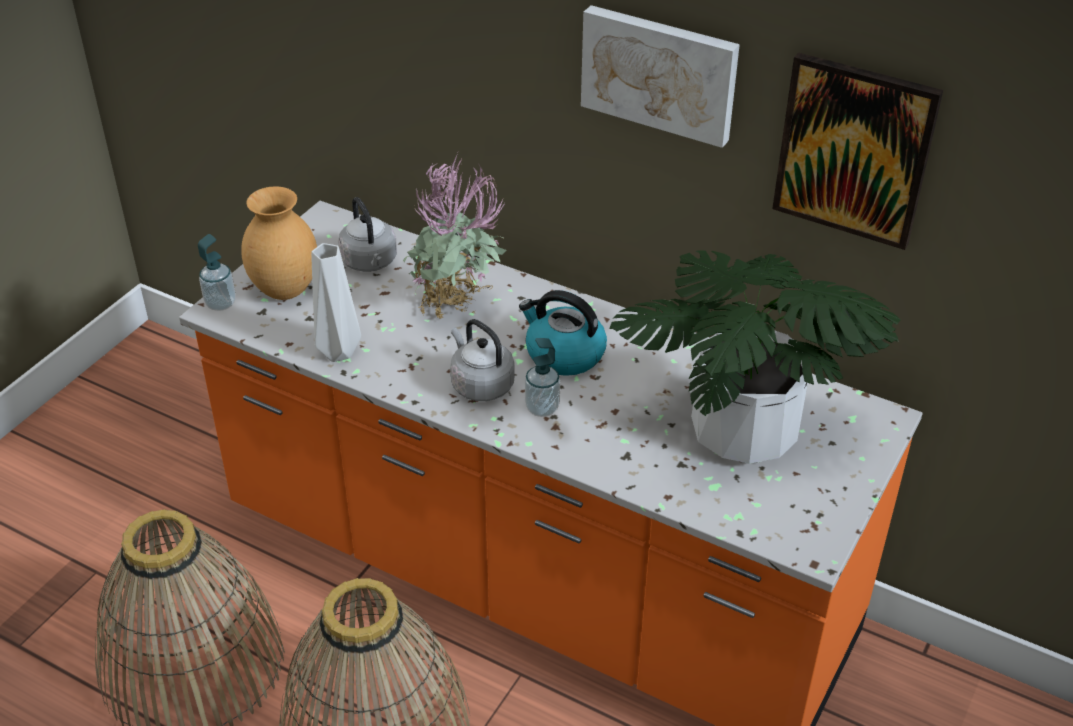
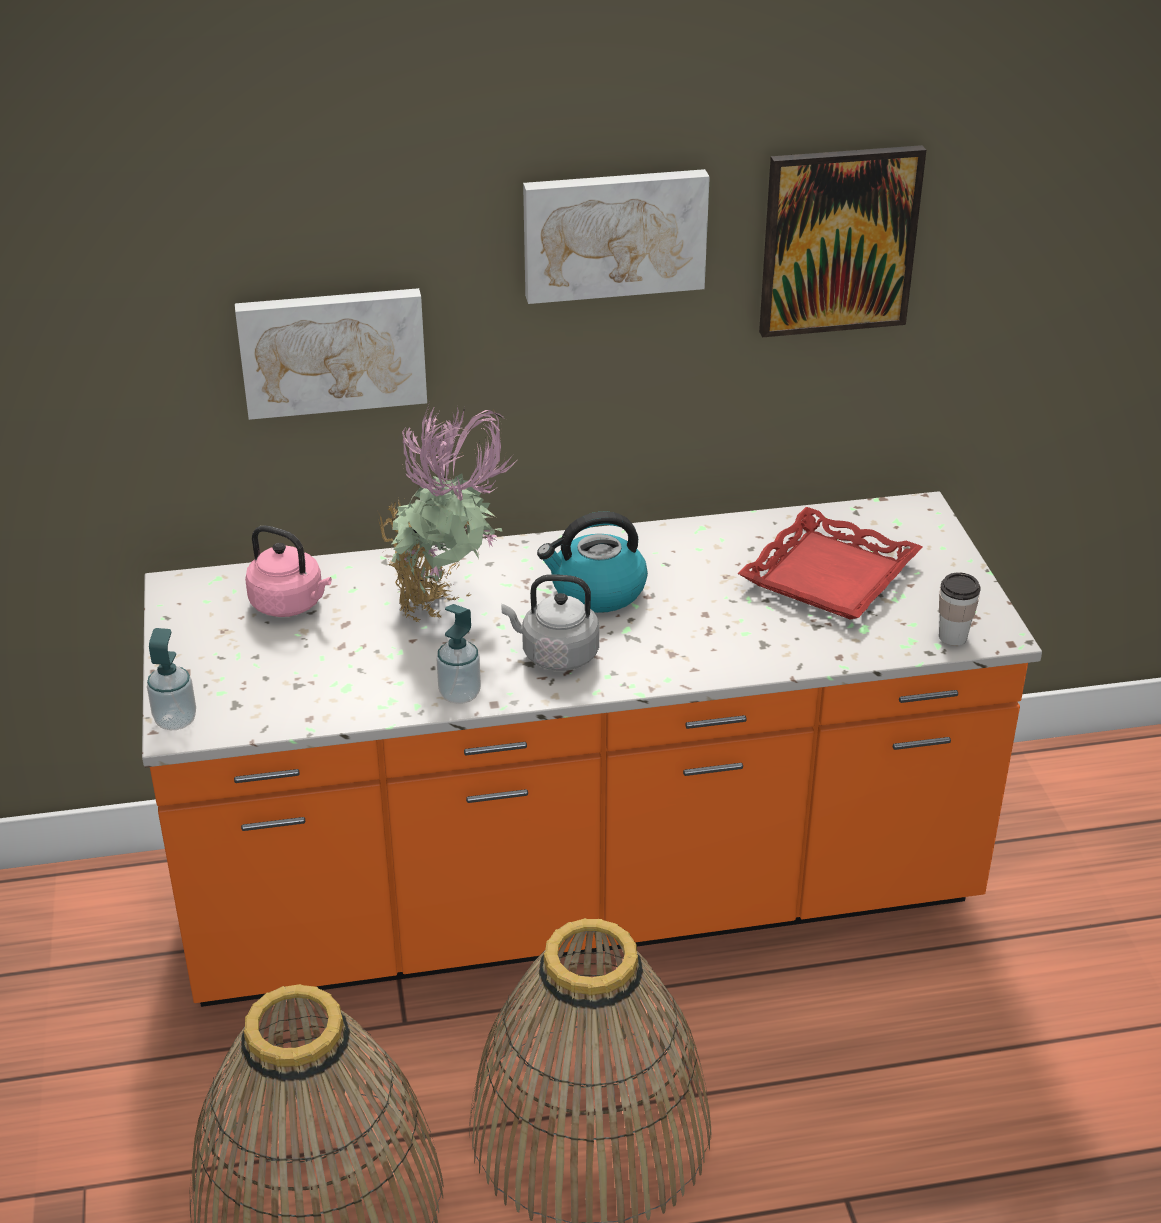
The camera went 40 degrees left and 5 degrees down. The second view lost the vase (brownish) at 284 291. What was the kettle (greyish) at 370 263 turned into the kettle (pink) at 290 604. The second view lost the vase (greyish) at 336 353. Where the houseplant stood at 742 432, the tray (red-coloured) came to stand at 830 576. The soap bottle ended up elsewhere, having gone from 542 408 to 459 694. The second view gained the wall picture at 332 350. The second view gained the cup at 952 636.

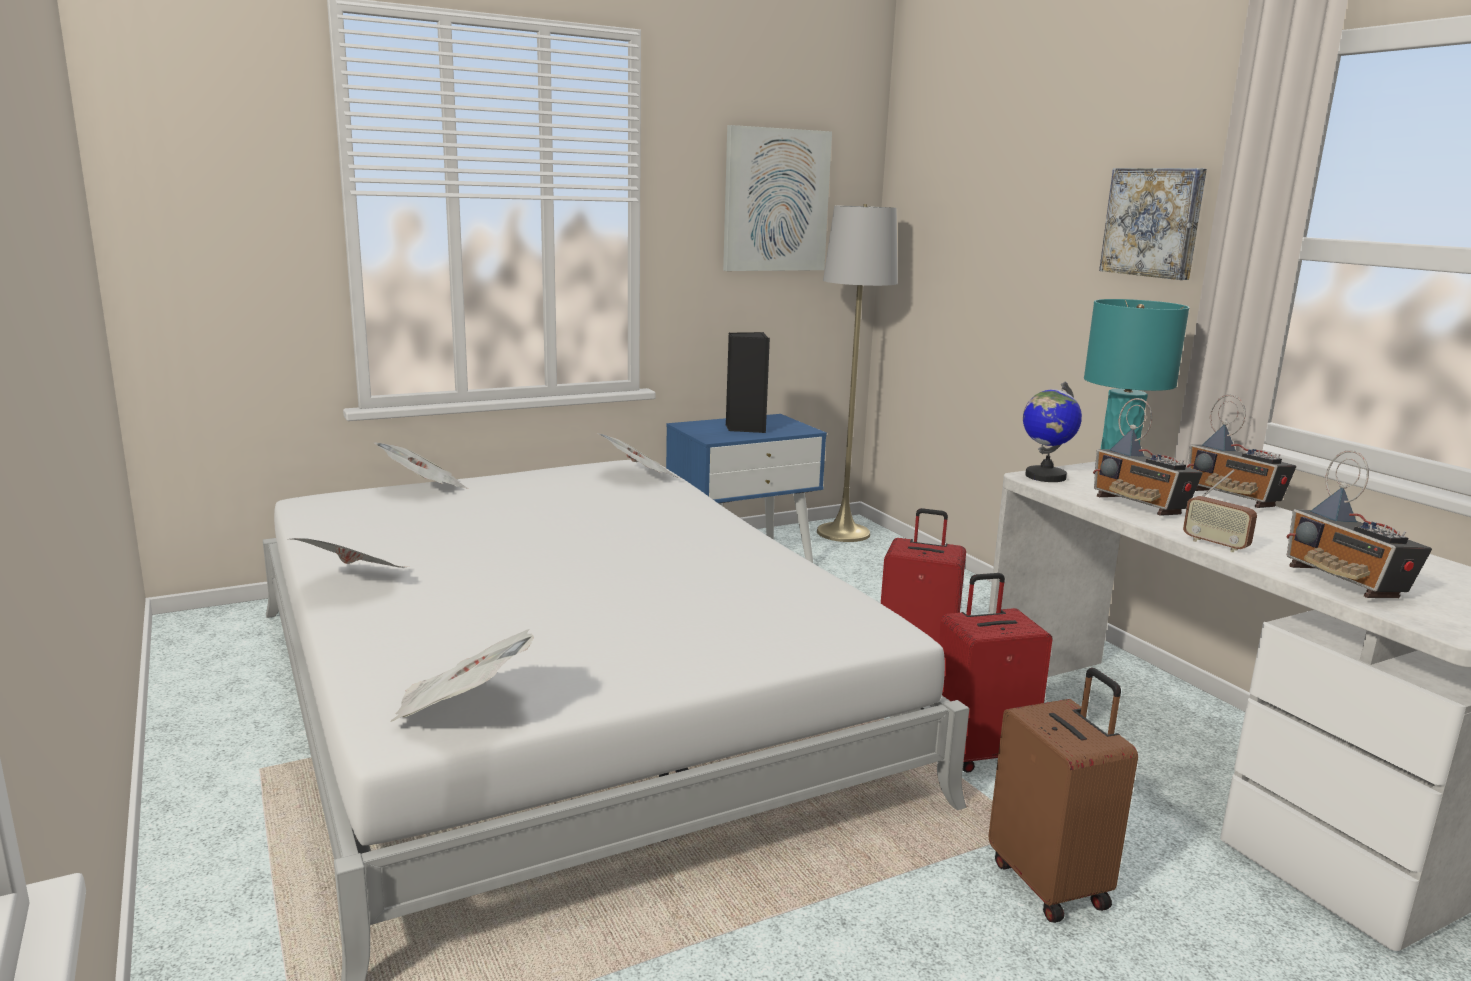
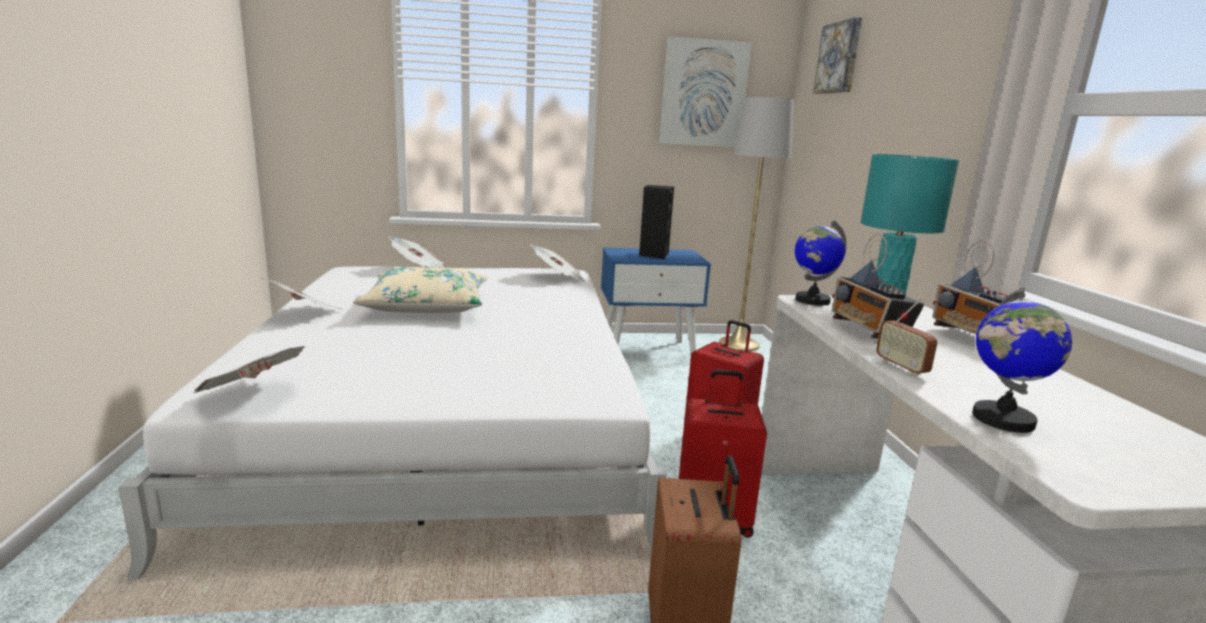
The camera went 20 degrees right and 0 degrees up. The wall picture ended up elsewhere, having gone from 1154 222 to 840 58. Where the radio set stood at 1345 584, the desk globe came to stand at 1002 420. The second view gained the pillow (beige) at 427 306.

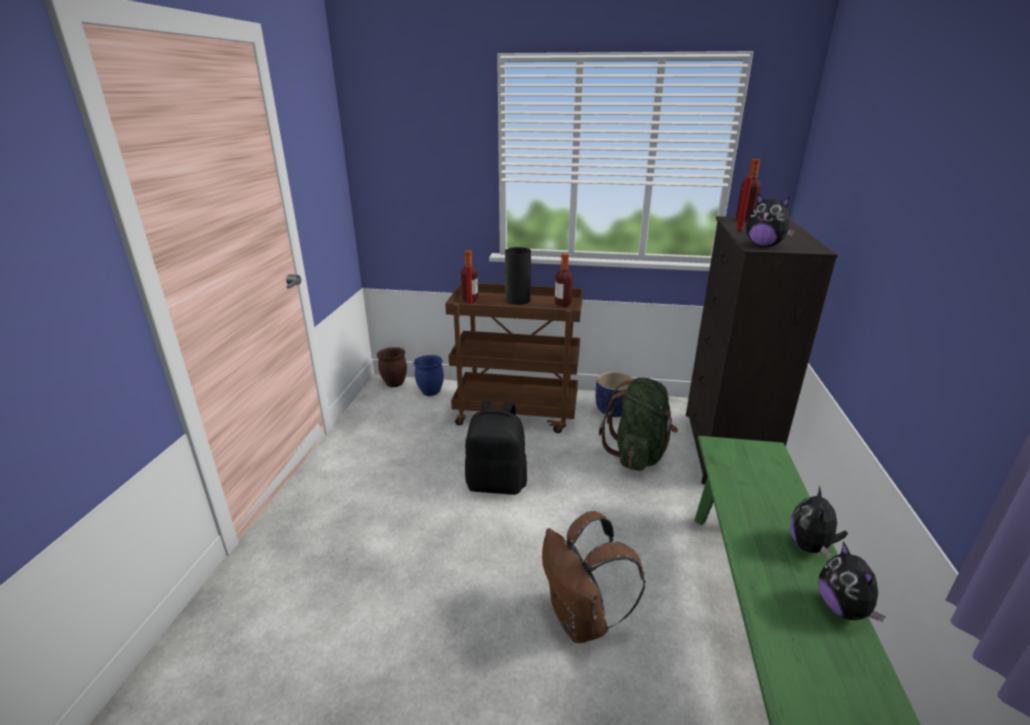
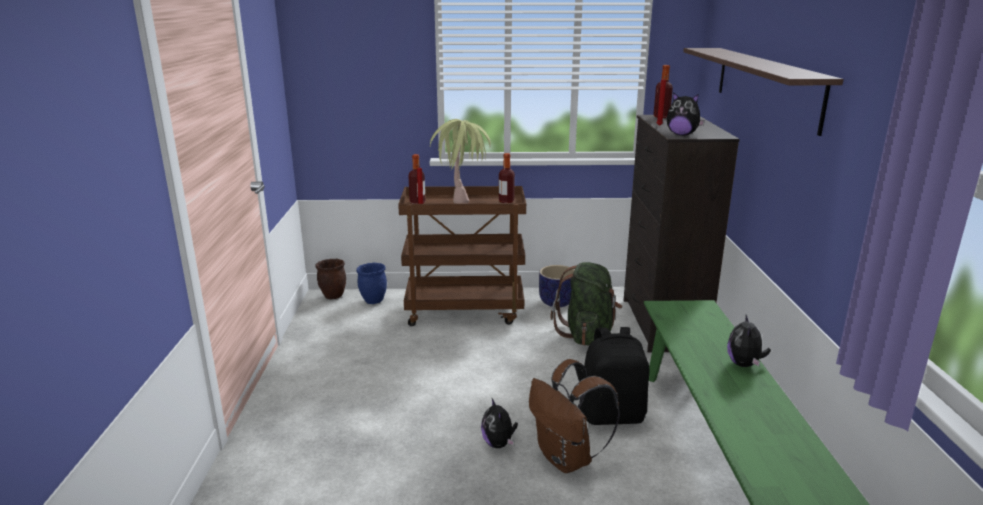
The camera went 10 degrees left and 5 degrees down. Where the vase stood at 517 300, the houseplant came to stand at 462 199. The knapsack (black-coloured) ended up elsewhere, having gone from 497 483 to 612 415. The plush toy ended up elsewhere, having gone from 843 608 to 499 444. The second view gained the bracket shelf at 765 85.

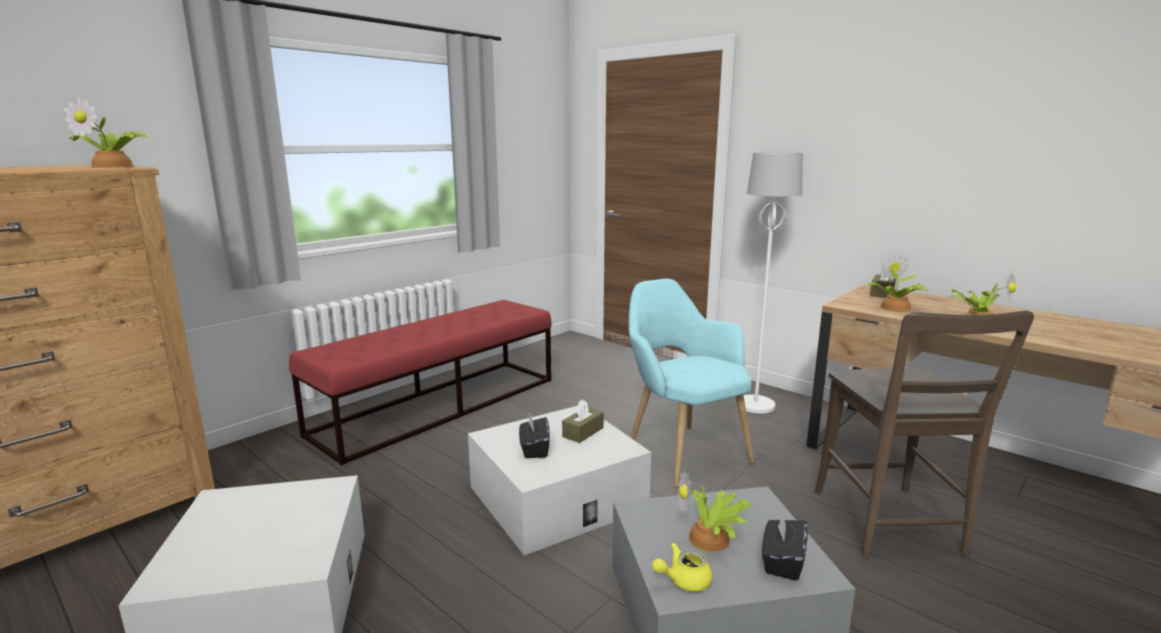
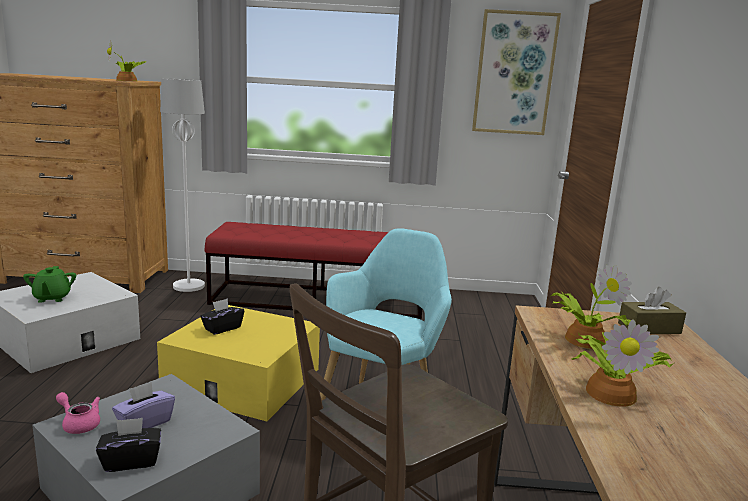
The camera went 50 degrees right and 0 degrees up. The standing lamp (white-coloured) ended up elsewhere, having gone from 755 405 to 188 286. The second view lost the tissue box (brownish) at 583 432. What was the storage container (white-coloured) at 557 497 turned into the storage container (yellowish) at 243 380. Where the houseplant stood at 711 539, the tissue box (purplish) came to stand at 144 423. What was the pot for tea (yellowish) at 683 580 turned into the pot for tea (pink) at 79 424. The second view gained the wall picture at 514 73. The second view gained the pot for tea (green) at 52 298.

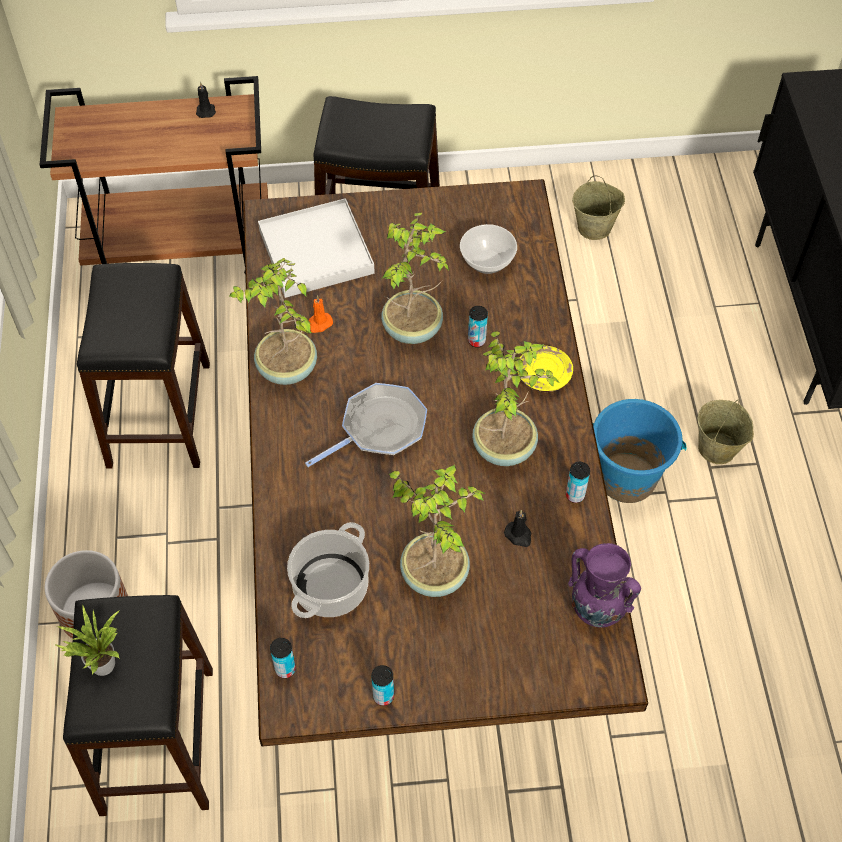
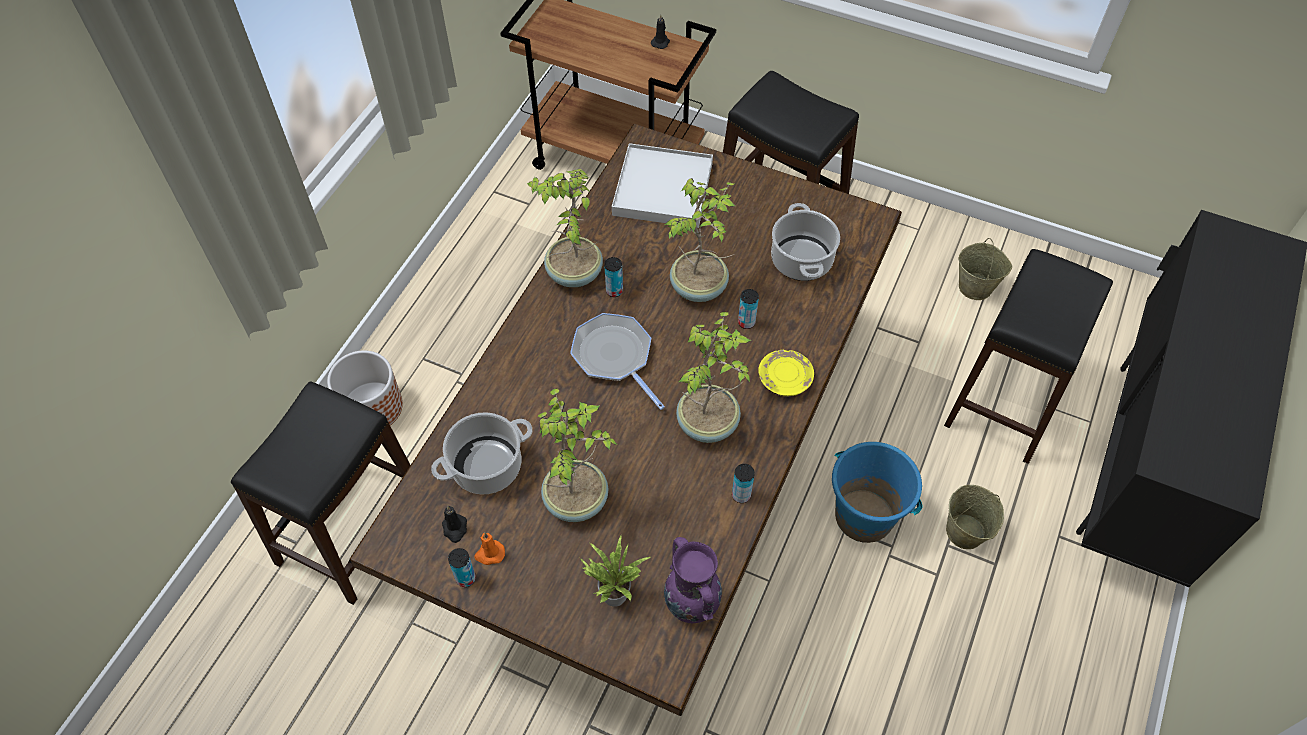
The camera went 30 degrees right and 0 degrees up. Where the deep dish stood at 486 261, the saucepot came to stand at 801 259. The sitting stool (black-coloured) ended up elsewhere, having gone from 158 415 to 1005 399. The wax candle (orangey) ended up elsewhere, having gone from 319 324 to 489 554. The frying pan at 379 428 ended up facing another way, 120 degrees counterclockwise from before. The wax candle (black-coloured) ended up elsewhere, having gone from 519 535 to 455 529. The houseplant ended up elsewhere, having gone from 100 662 to 613 592. The metal can ended up elsewhere, having gone from 285 669 to 614 291.

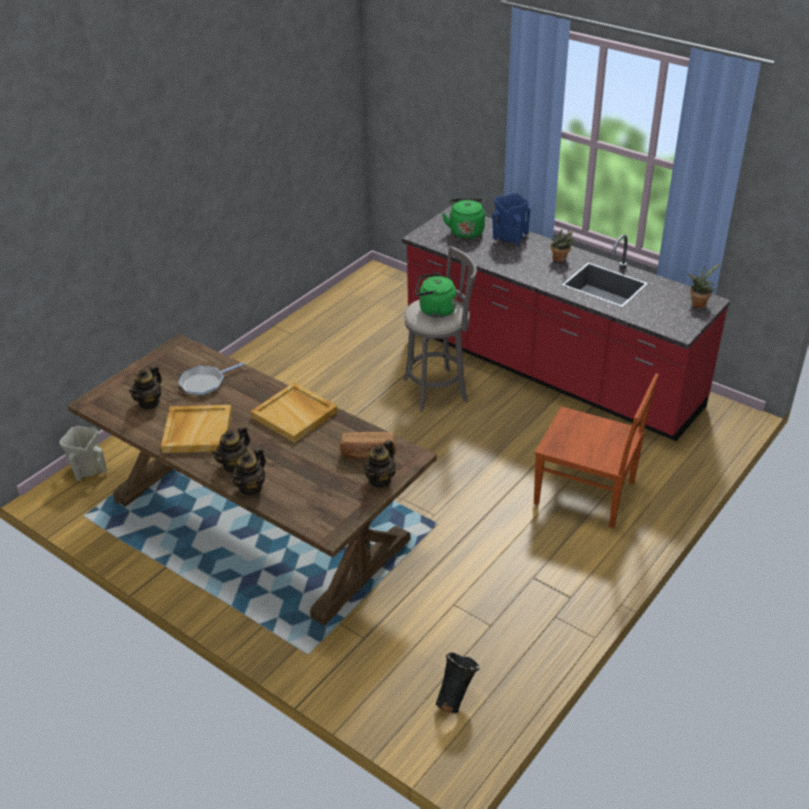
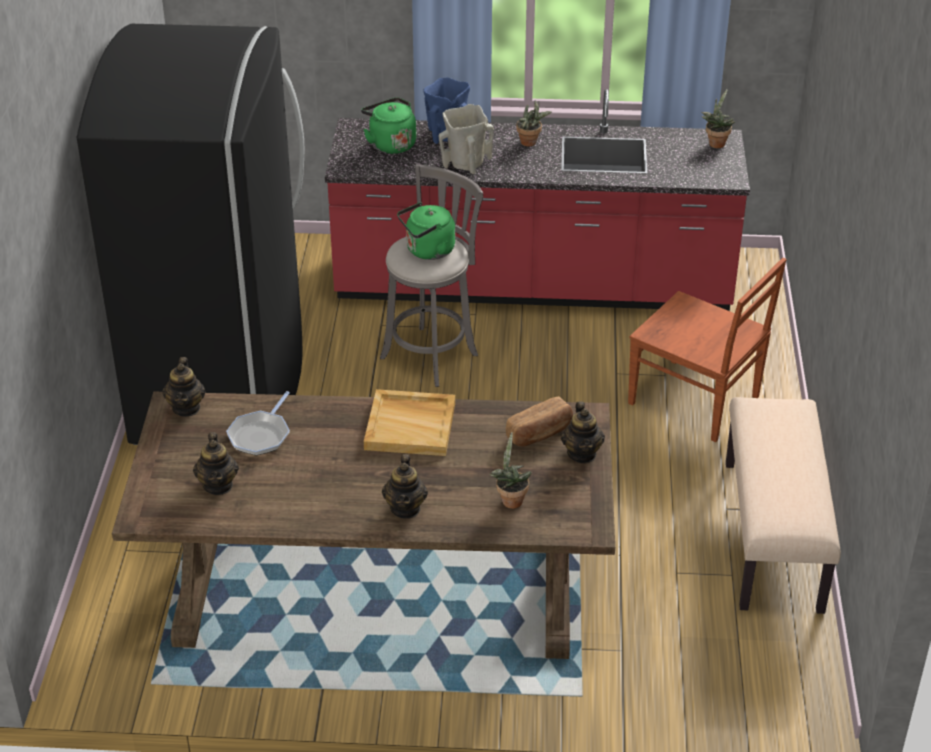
The camera went 35 degrees left and 0 degrees up. The chair (brownish) at 587 494 ended up facing another way, 45 degrees clockwise from before. The second view lost the tray (beige) at 197 431. The vase (beige) ended up elsewhere, having gone from 88 470 to 465 164. The pot for tea ended up elsewhere, having gone from 251 487 to 186 408. The second view lost the vase (black-coloured) at 456 698. The second view gained the kitchen fridge (black-coloured) at 222 382. The second view gained the long seat (beige) at 774 536. The second view gained the houseplant at 510 499.

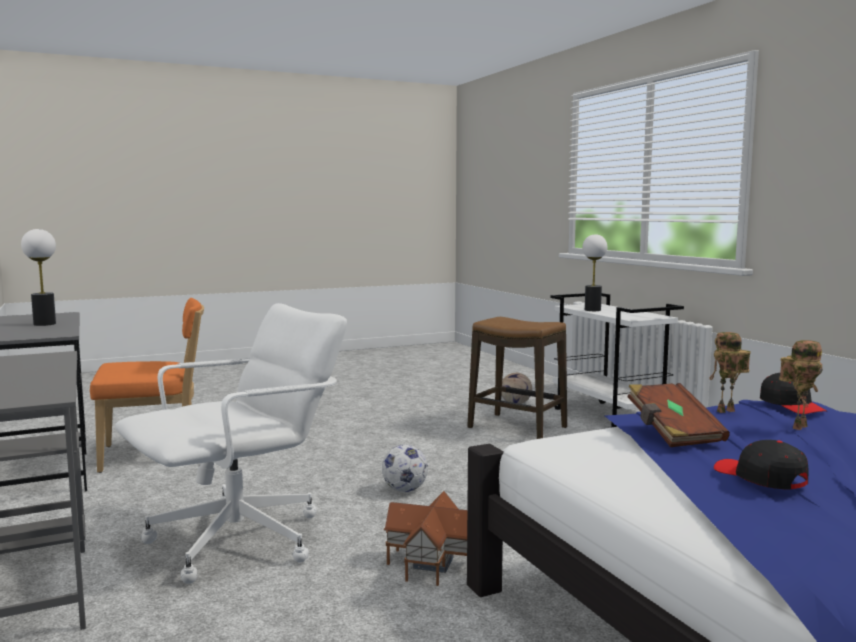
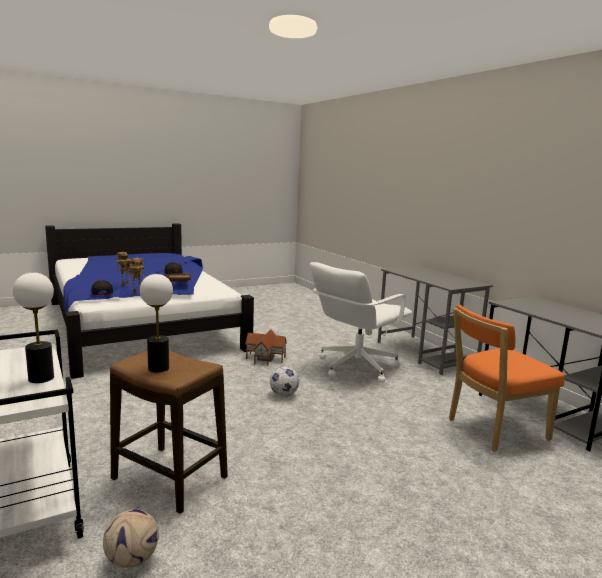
The camera went 175 degrees right and 5 degrees up. The lamp for a table ended up elsewhere, having gone from 44 324 to 158 368.

